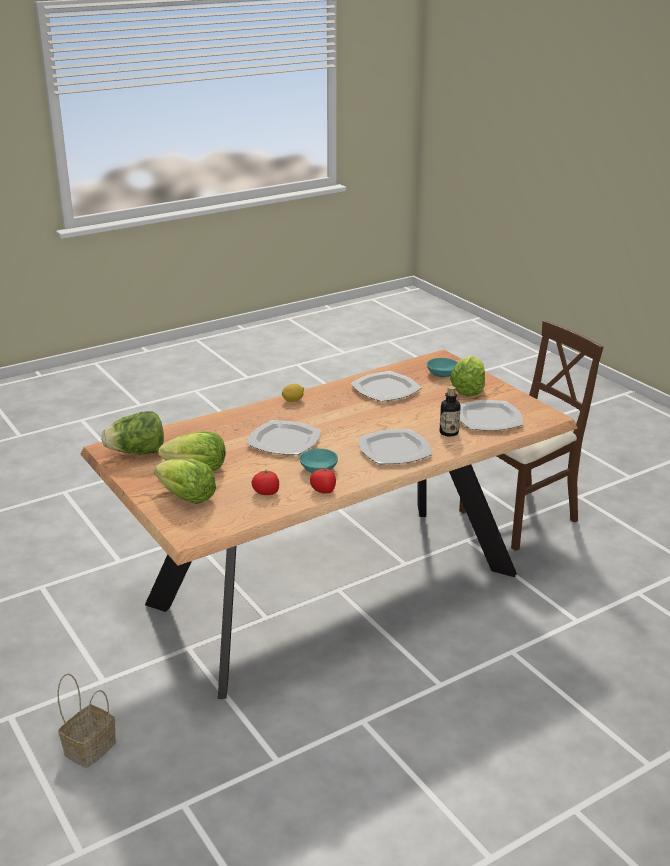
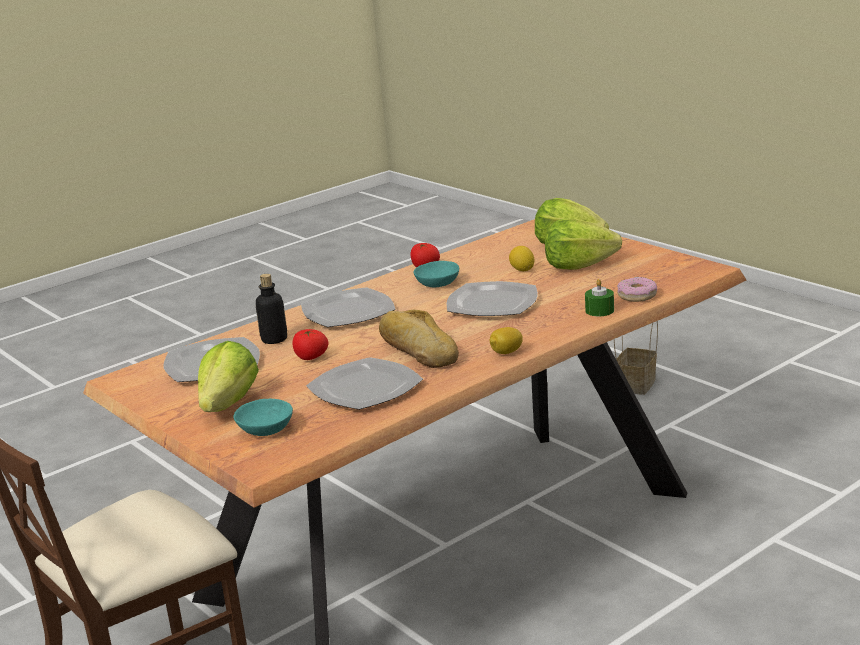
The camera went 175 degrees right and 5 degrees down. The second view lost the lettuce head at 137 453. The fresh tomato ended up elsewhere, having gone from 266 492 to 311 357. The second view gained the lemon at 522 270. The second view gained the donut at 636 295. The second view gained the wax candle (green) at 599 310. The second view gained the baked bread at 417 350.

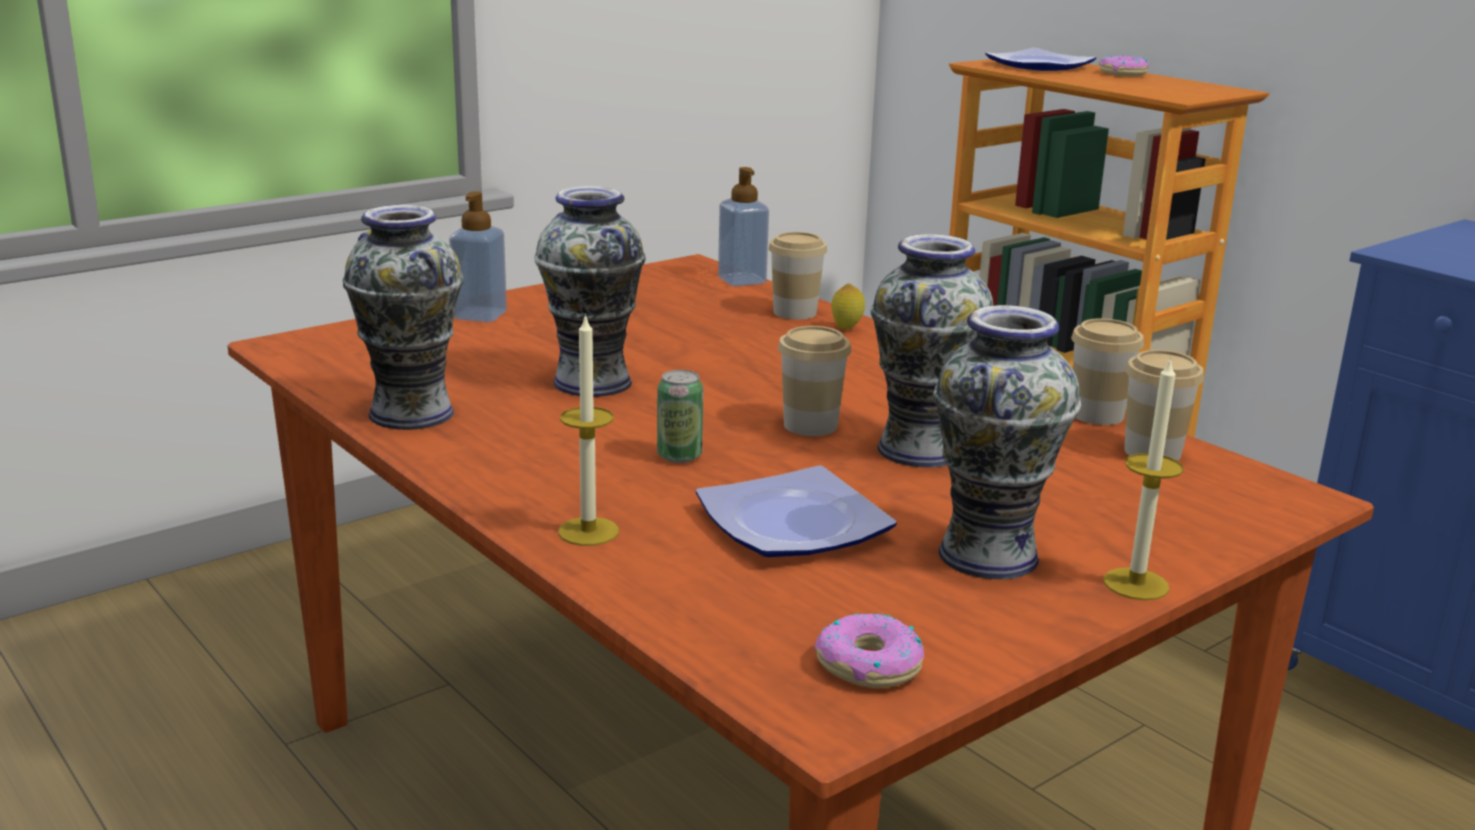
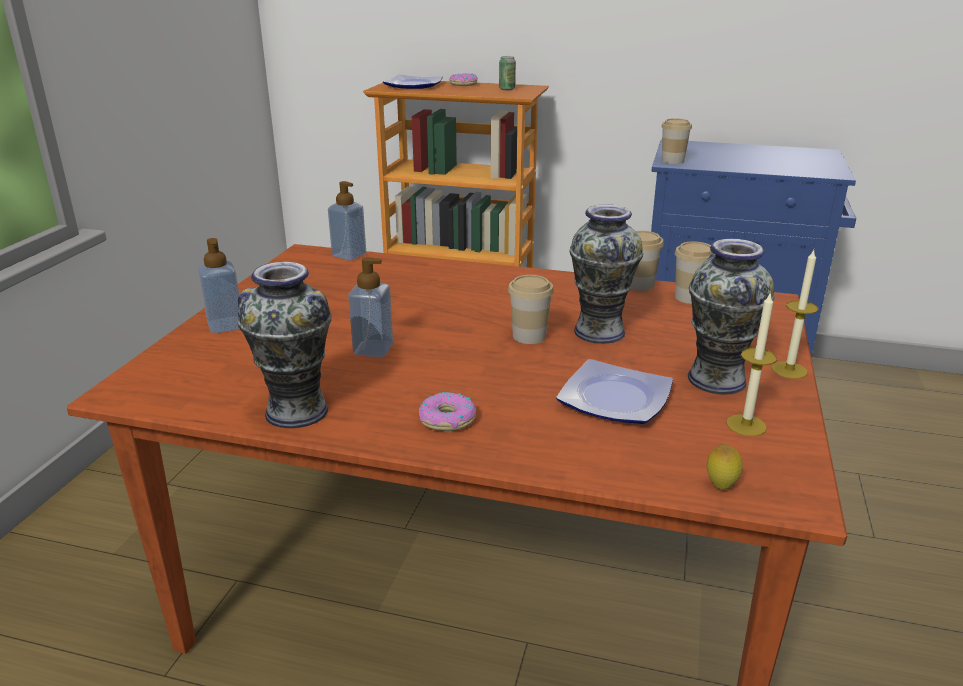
The camera went 35 degrees left and 5 degrees up. Where the vase stood at 593 382, the soap bottle came to stand at 373 349. The cup ended up elsewhere, having gone from 795 312 to 672 160. The lemon ended up elsewhere, having gone from 846 328 to 721 485. The wax candle ended up elsewhere, having gone from 588 531 to 746 425. The metal can ended up elsewhere, having gone from 679 456 to 507 89. The donut ended up elsewhere, having gone from 868 665 to 447 420.

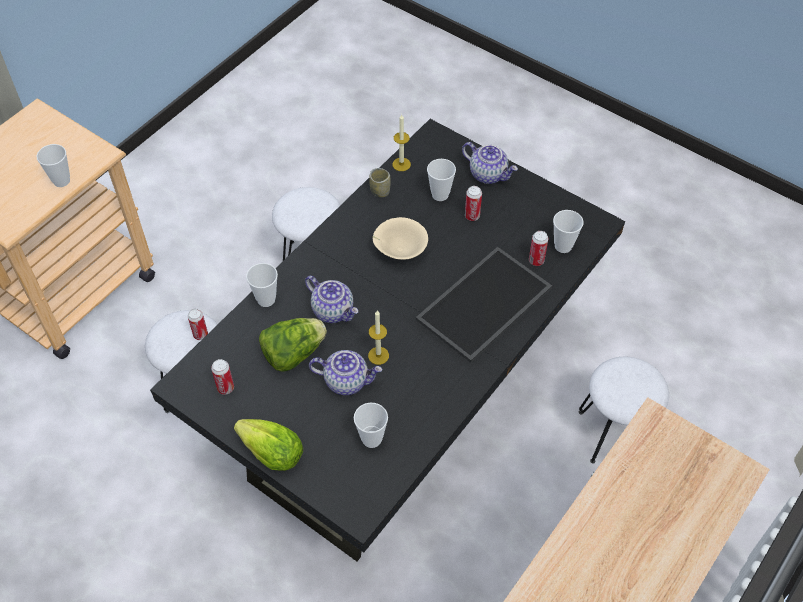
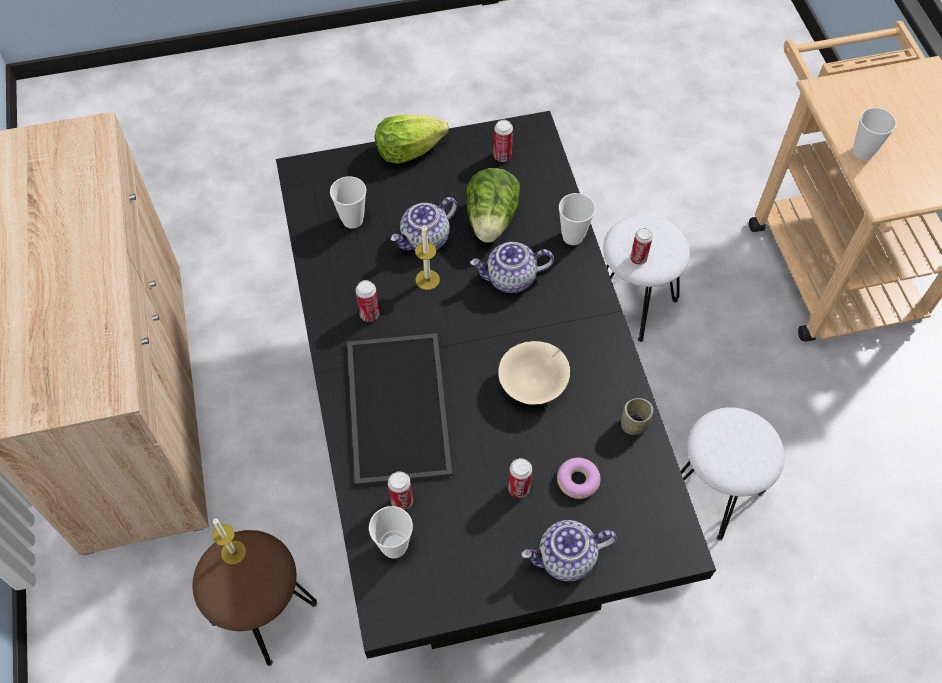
The camera went 130 degrees right and 5 degrees up. The wax candle ended up elsewhere, having gone from 401 164 to 233 552. Where the cup stood at 440 195, the donut came to stand at 578 481. What was the sitting stool (white-coloured) at 614 434 turned into the sitting stool (brownish) at 263 612. The second view gained the metal can at 369 314.

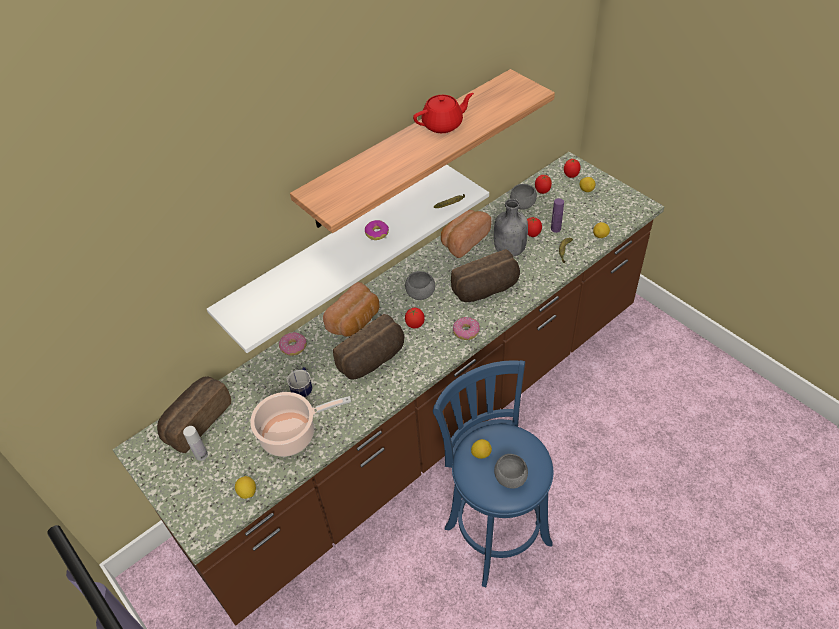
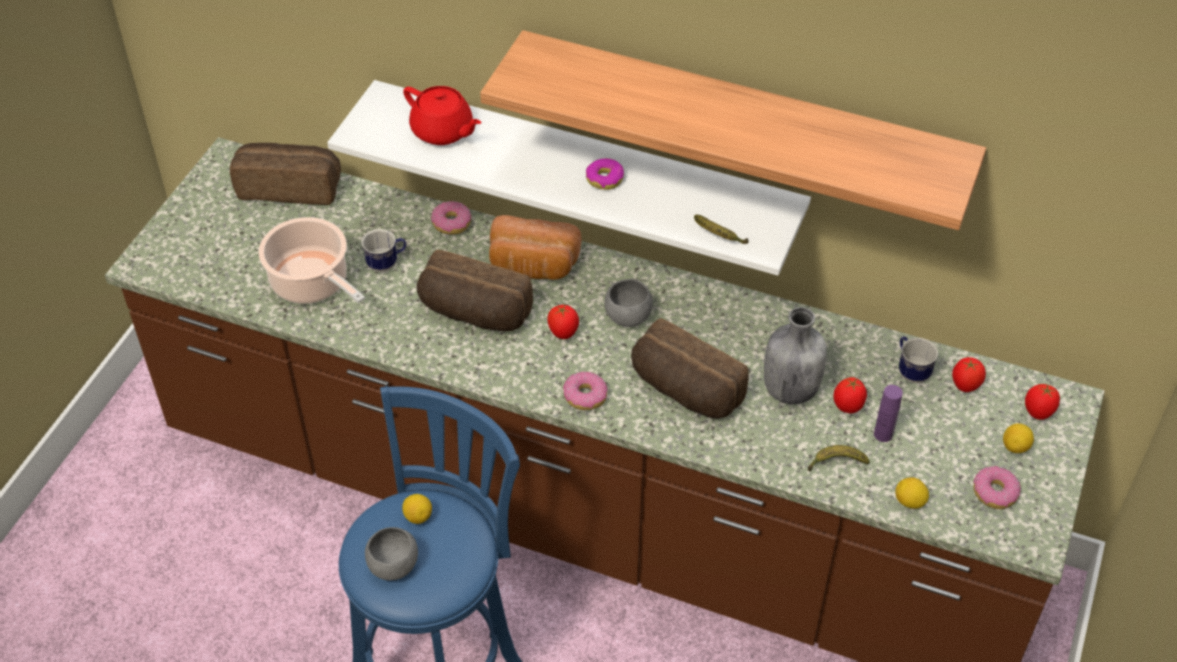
The camera went 60 degrees right and 0 degrees up. The pot for tea (red-coloured) ended up elsewhere, having gone from 443 124 to 443 131. Where the deep dish (greyish) stood at 522 205, the coffee mug came to stand at 910 371. The second view lost the baked bread at 463 240. The second view lost the beverage bottle (white-coloured) at 201 455. The second view lost the lemon at 247 492. The second view gained the donut at 994 492.

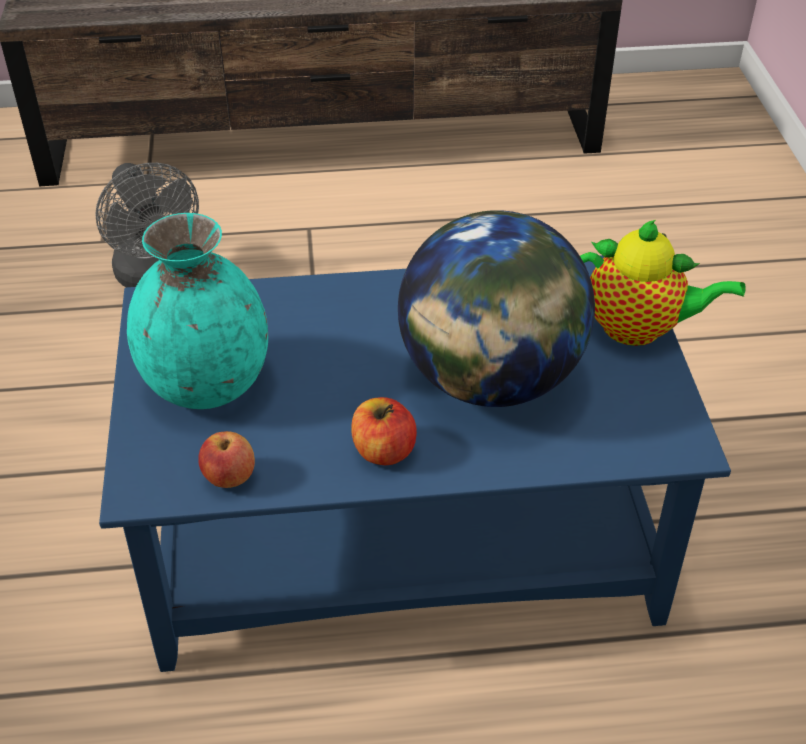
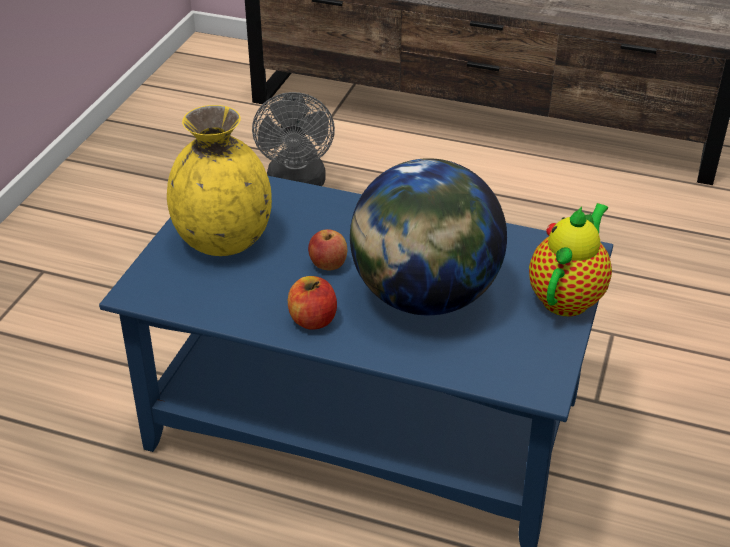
The camera went 25 degrees right and 5 degrees down. What was the vase (blue-green) at 207 384 turned into the vase (yellowish) at 224 241. The pot for tea at 639 329 ended up facing another way, 105 degrees counterclockwise from before. The apple ended up elsewhere, having gone from 229 478 to 328 265.

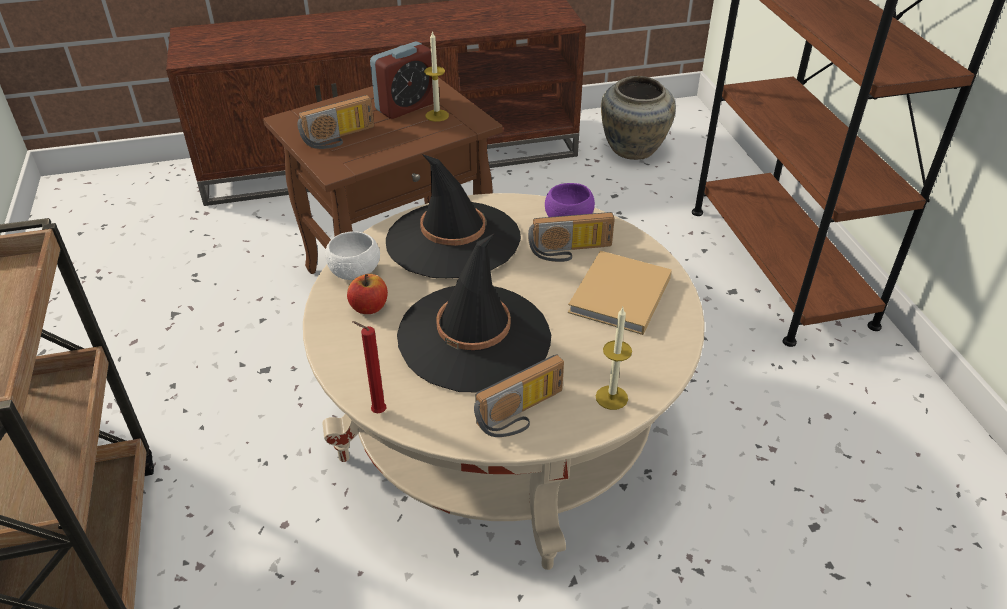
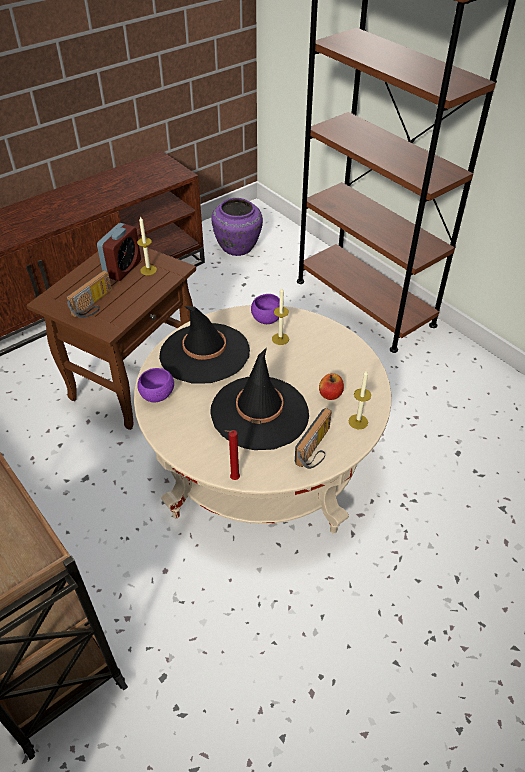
The camera went 25 degrees left and 5 degrees up. What was the vase (beige) at 632 150 turned into the vase (purplish) at 237 248. Where the radio set stood at 570 252, the wax candle came to stand at 280 339. What was the deep dish (white-coloured) at 355 272 turned into the deep dish (purplish) at 157 395. The second view lost the volume (beige) at 619 297. The apple ended up elsewhere, having gone from 369 307 to 330 394.

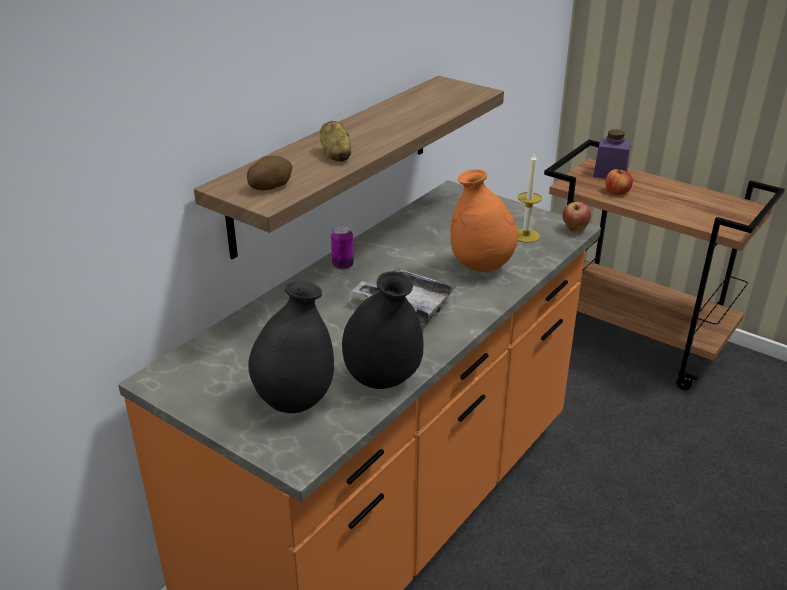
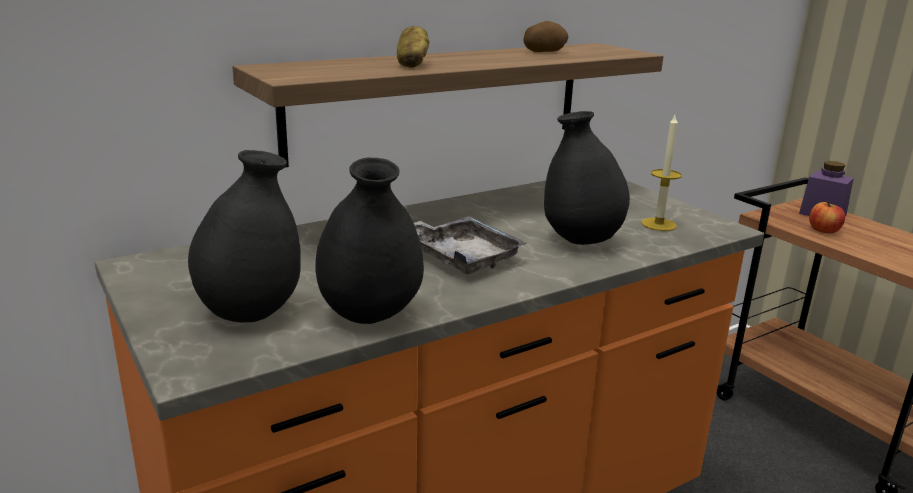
The camera went 20 degrees right and 10 degrees down. The whole potato ended up elsewhere, having gone from 271 186 to 545 52. What was the vase (orangey) at 481 267 turned into the vase (black-coloured) at 581 241. The second view lost the apple at 574 229. The second view lost the metal can at 343 265.

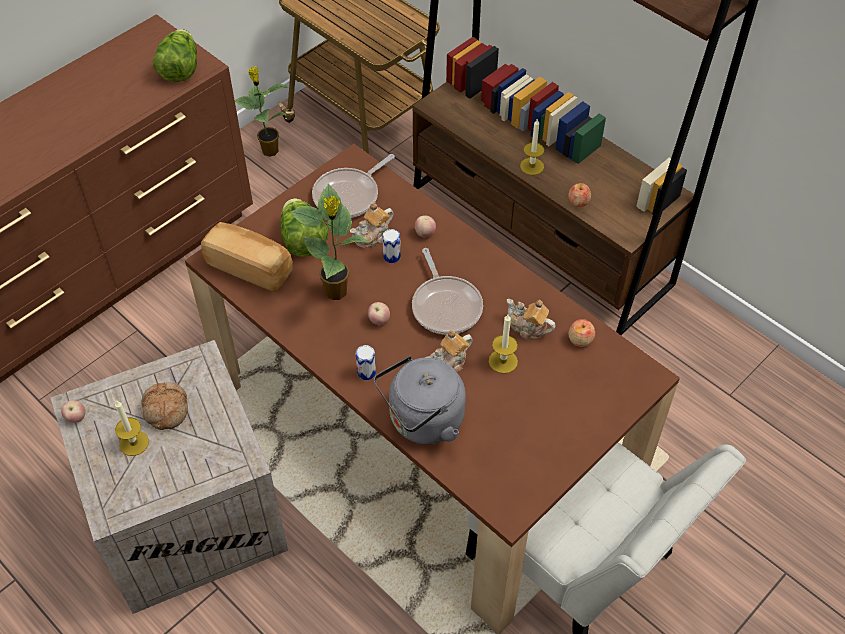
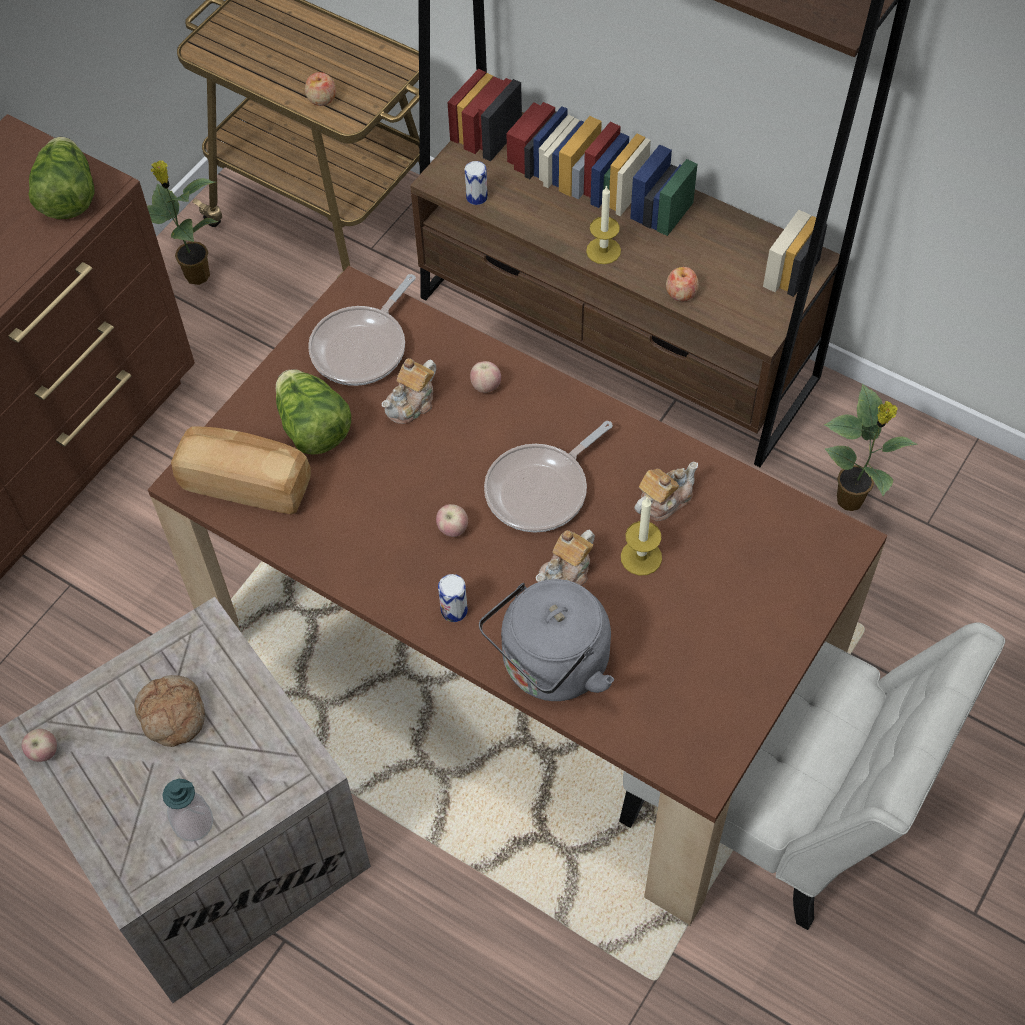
The camera went 10 degrees left and 5 degrees up. The houseplant ended up elsewhere, having gone from 337 292 to 851 500. The metal can ended up elsewhere, having gone from 392 256 to 476 197. The frying pan at 445 305 ended up facing another way, 75 degrees clockwise from before. The pot for tea at 527 327 ended up facing another way, 120 degrees clockwise from before. The apple ended up elsewhere, having gone from 580 339 to 321 98. The second view lost the wax candle at 134 443. The second view gained the soap bottle at 193 823.

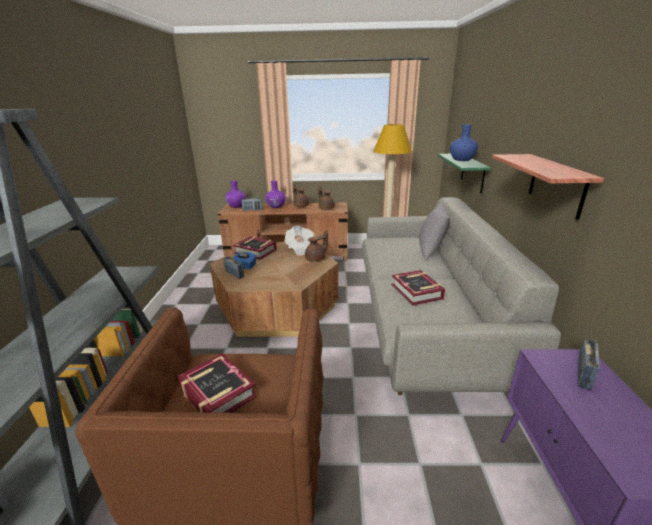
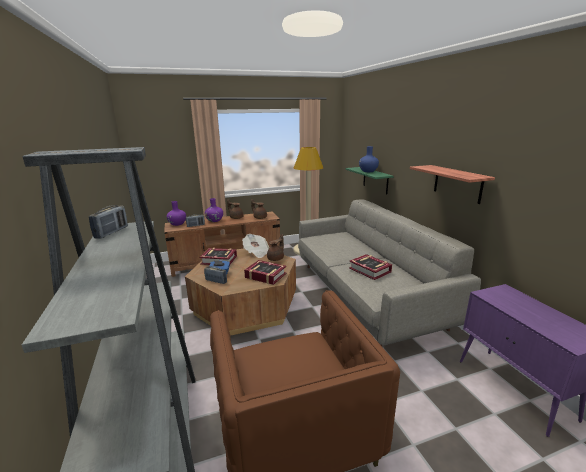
The camera went 20 degrees left and 5 degrees down. The second view lost the pillow (greyish) at 431 251. The radio set ended up elsewhere, having gone from 583 374 to 111 232. The volume ended up elsewhere, having gone from 217 393 to 265 276.

